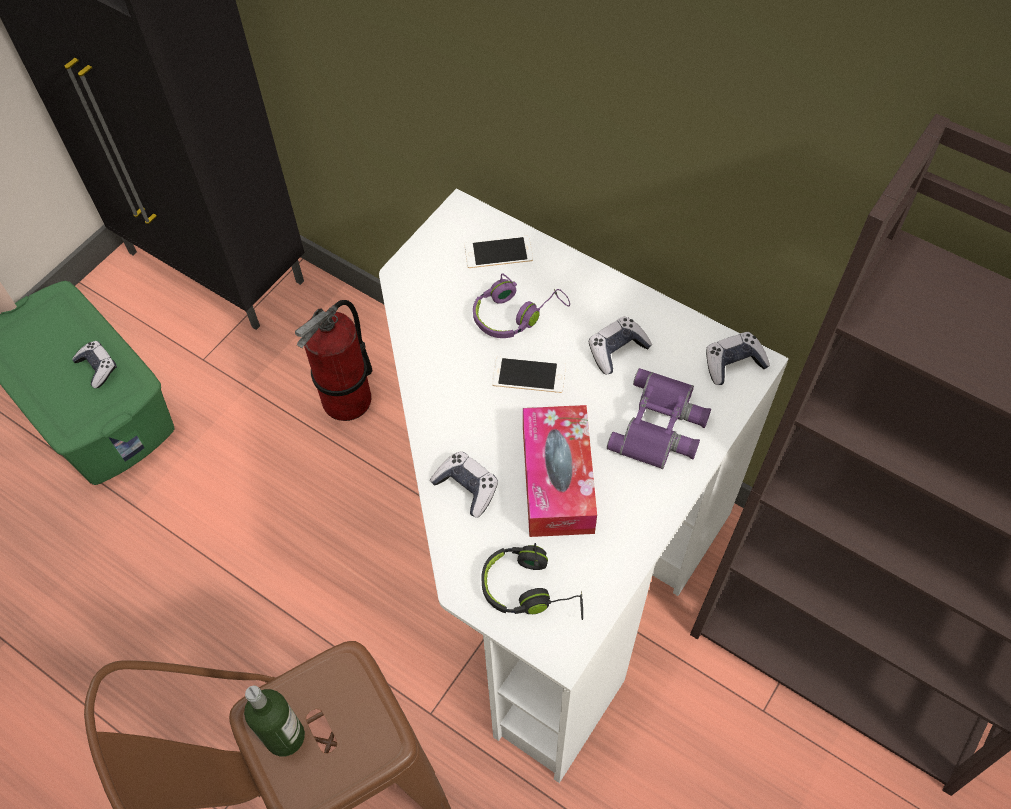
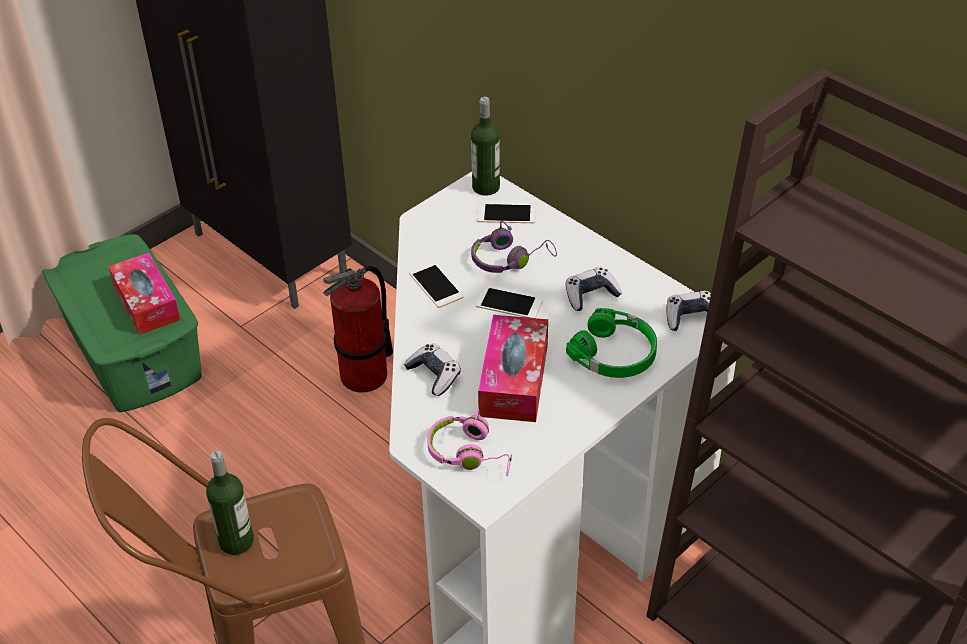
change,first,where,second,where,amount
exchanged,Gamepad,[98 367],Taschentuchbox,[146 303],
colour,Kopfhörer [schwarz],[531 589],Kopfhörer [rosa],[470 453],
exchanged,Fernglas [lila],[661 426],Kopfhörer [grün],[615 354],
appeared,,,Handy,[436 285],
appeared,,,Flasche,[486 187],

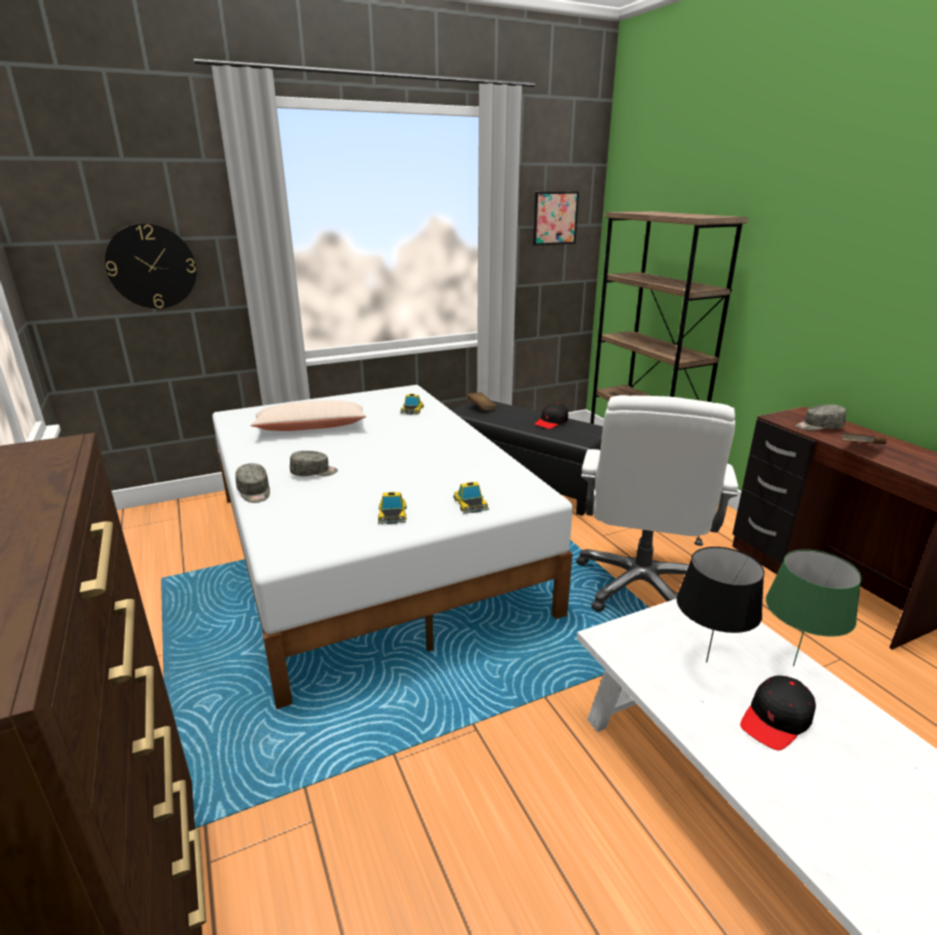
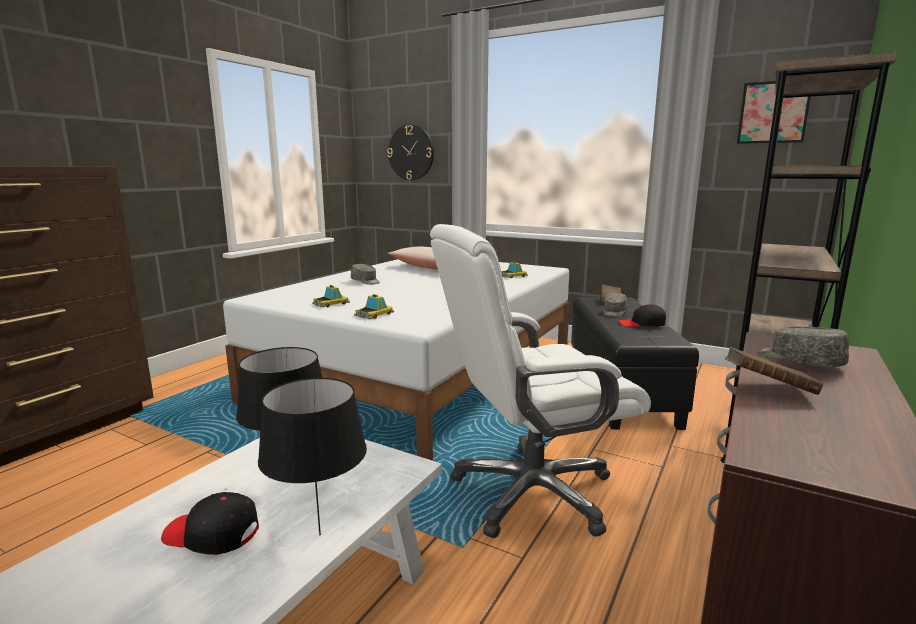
change,first,where,second,where,amount
relocated,Kappe [grau],[254 492],,[614 312],
colour,Tischlampe [grün],[793 665],Tischlampe [schwarz],[321 534],

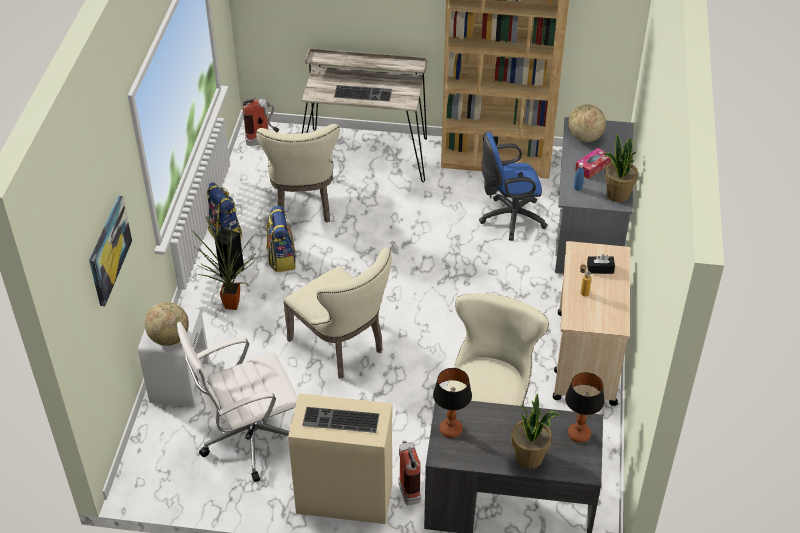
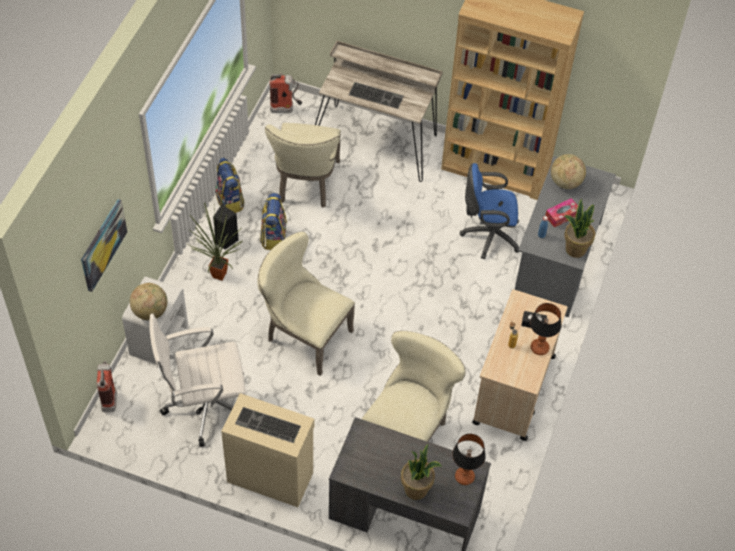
change,first,where,second,where,amount
spun,Stuhl [beige],[342 347],,[304 335],150 degrees clockwise
relocated,Feuerlöscher,[408 488],,[109 397],
relocated,Tischlampe,[450 429],,[539 348],

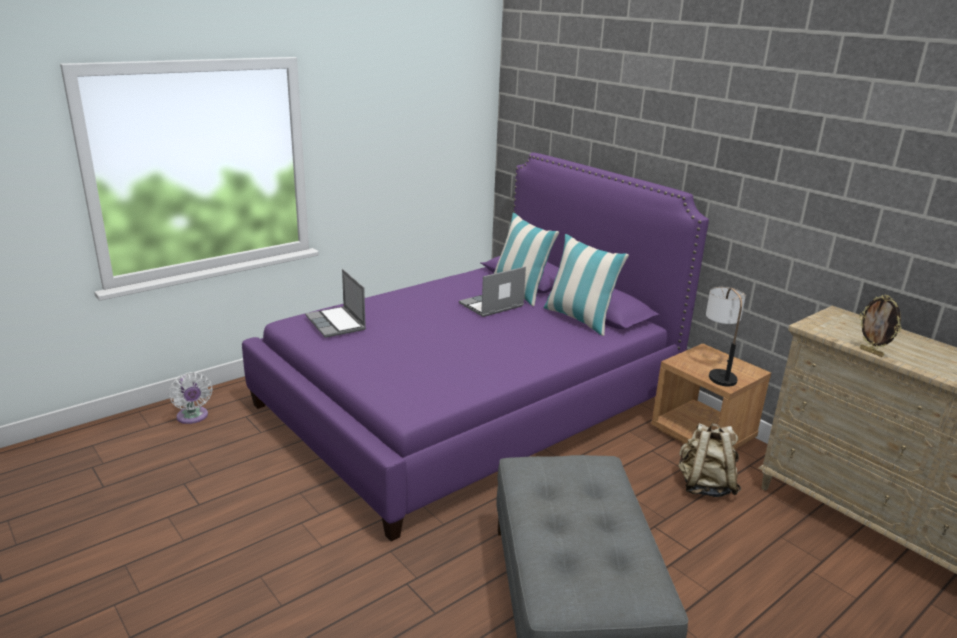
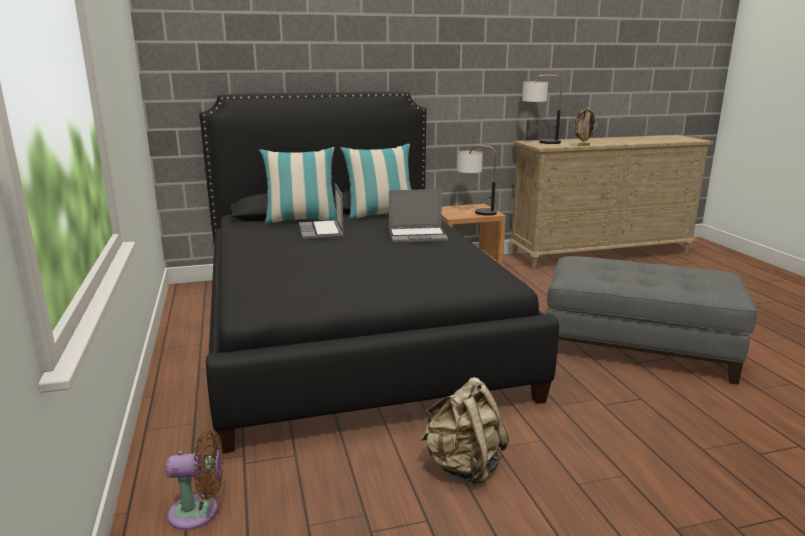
change,first,where,second,where,amount
colour,Ventilator [weiß],[193 417],Ventilator [braun],[199 512],
colour,Bett [lila],[468 403],Bett [schwarz],[349 329],
relocated,Laptop,[336 323],,[418 236],
relocated,Rucksack [beige],[704 486],,[463 467],
appeared,,,Tischlampe,[539 142],

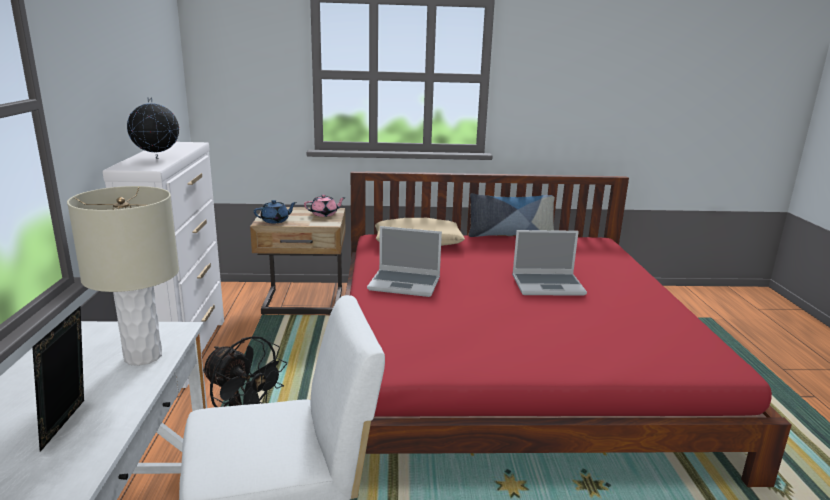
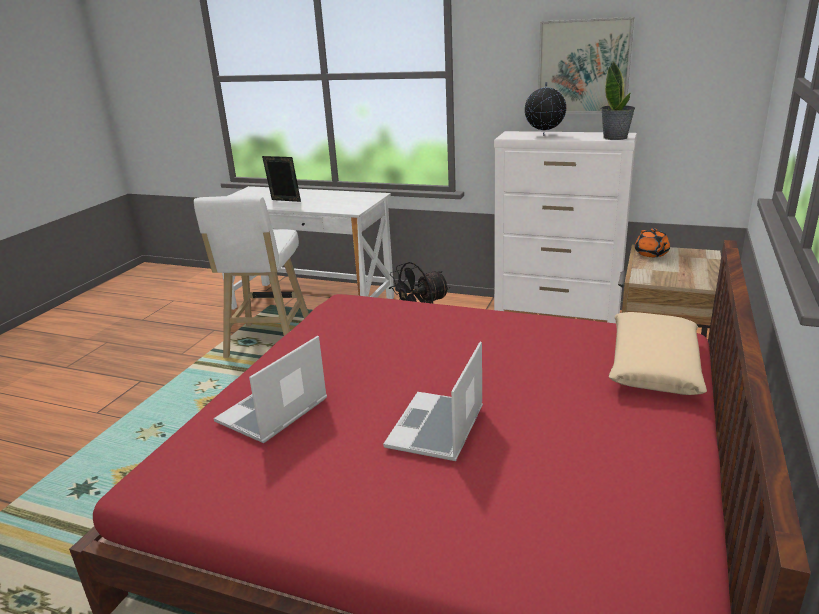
change,first,where,second,where,amount
missing,Tischlampe [beige],[144 356],,,
colour,Teekanne [blau],[275 221],Teekanne [orange],[651 254],
missing,Teekanne [rosa],[324 214],,,
relocated,Laptop,[405 284],,[272 412],
missing,Kissen,[510 235],,,
appeared,,,Bild,[583 67],
appeared,,,Topfpflanze,[615 137],

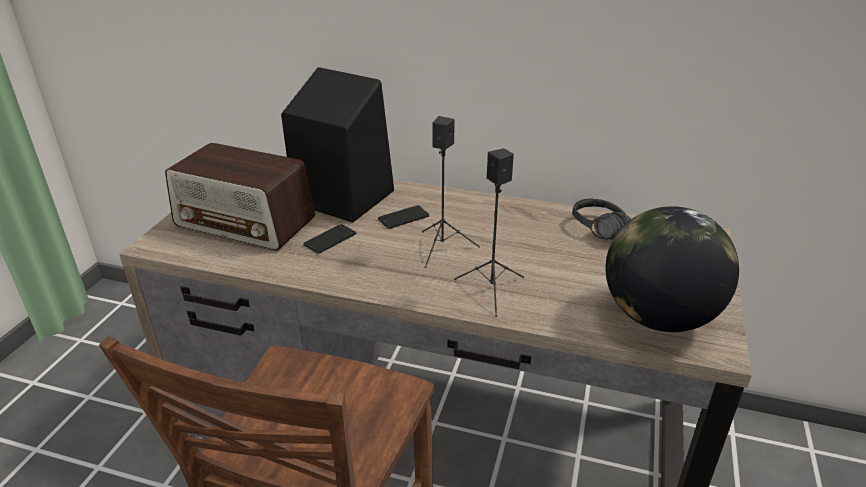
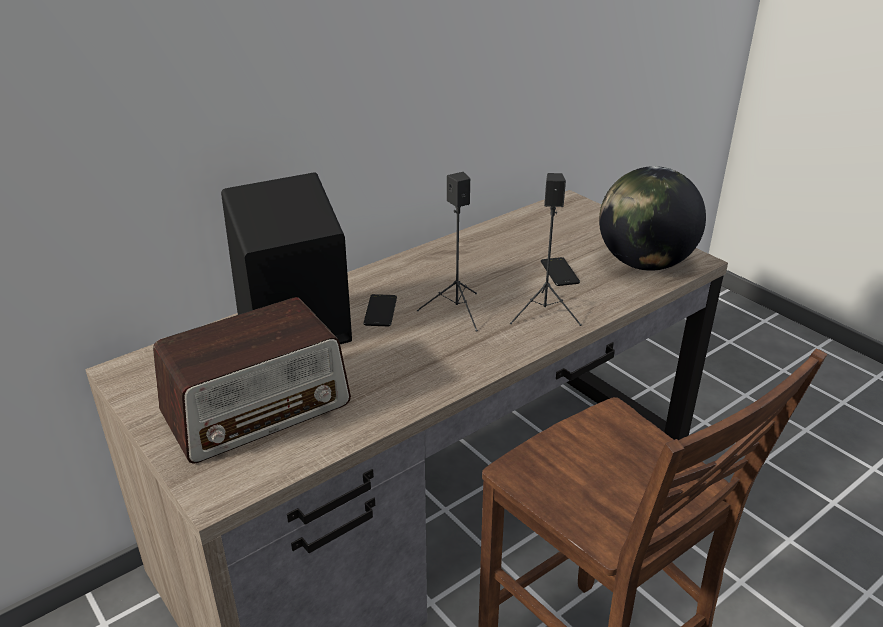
change,first,where,second,where,amount
relocated,Handy,[330 239],,[559 272],
missing,Kopfhörer [schwarz],[593 231],,,

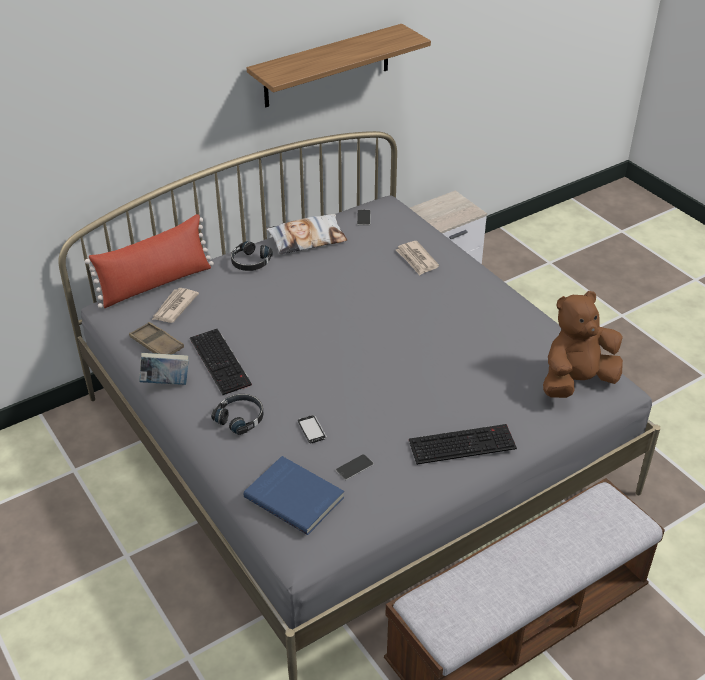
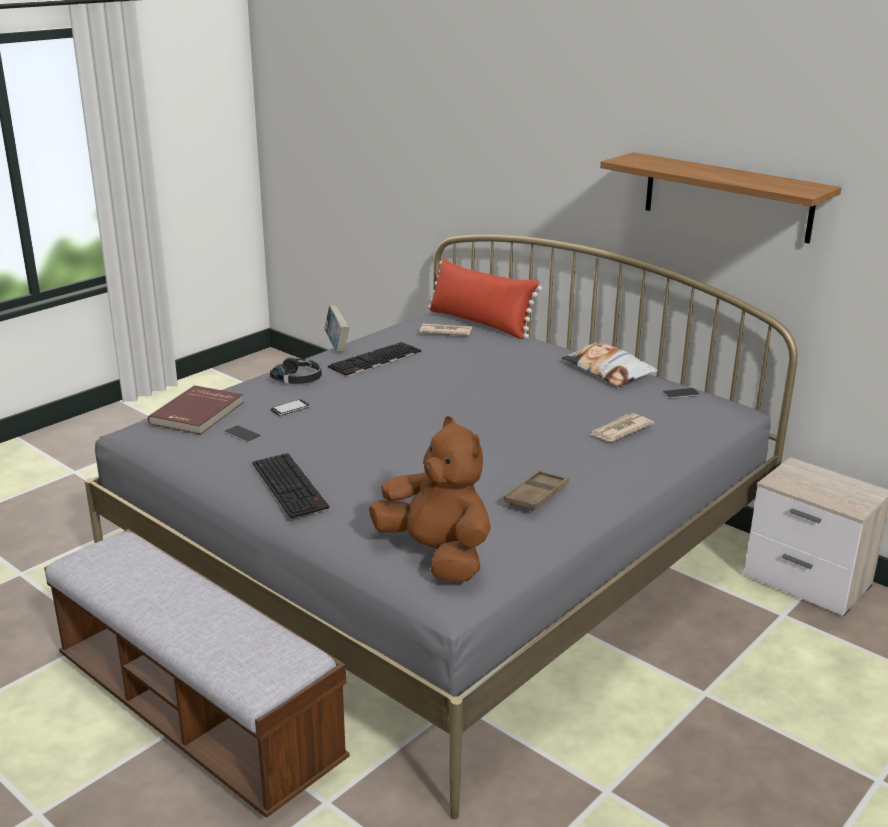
change,first,where,second,where,amount
relocated,Tablett [braun],[156 344],,[536 496],
missing,Kopfhörer [schwarz],[250 262],,,
colour,Buch [blau],[295 496],Buch [rot],[198 413],

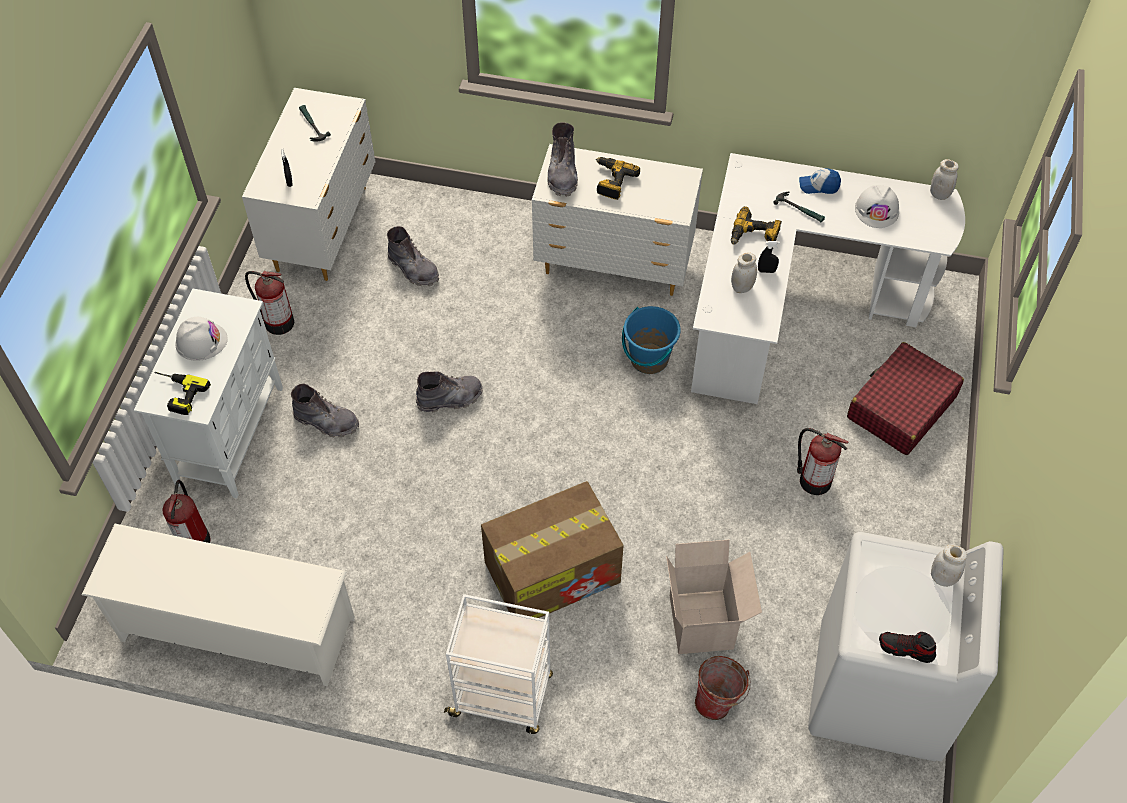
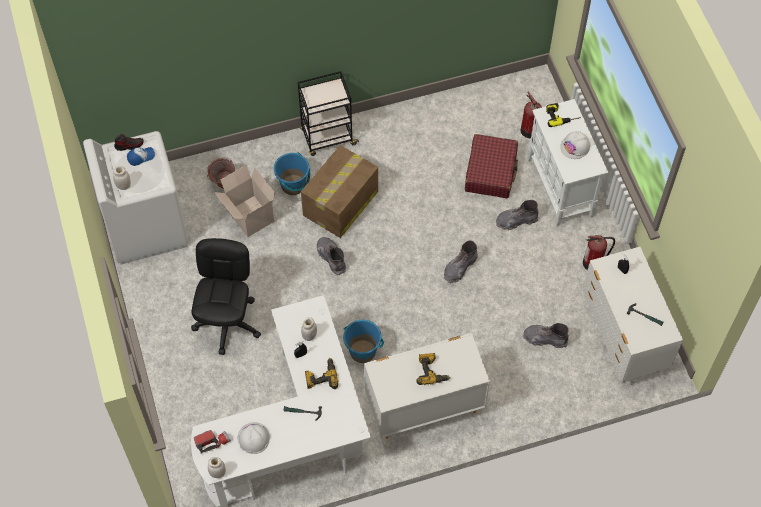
change,first,where,second,where,amount
missing,Schuhregal [weiß],[236 629],,,
colour,Rollwagen [weiß],[502 696],Rollwagen [schwarz],[327 137],
relocated,Stiefel [grau],[562 174],,[331 257],
exchanged,Feuerlöscher,[813 480],Bürostuhl [schwarz],[228 323],
relocated,Kappe,[819 186],,[141 157],
relocated,Koffer [rot],[900 407],,[491 171],
appeared,,,Taschenlampe,[212 442],
appeared,,,Eimer [blau],[293 185],

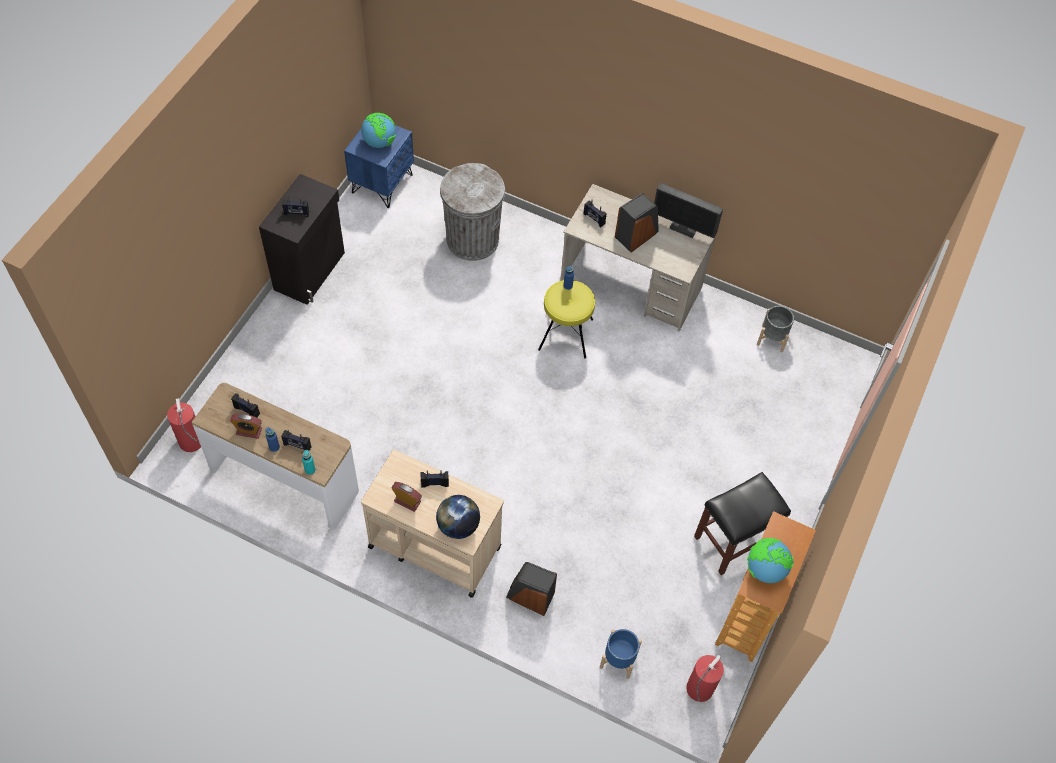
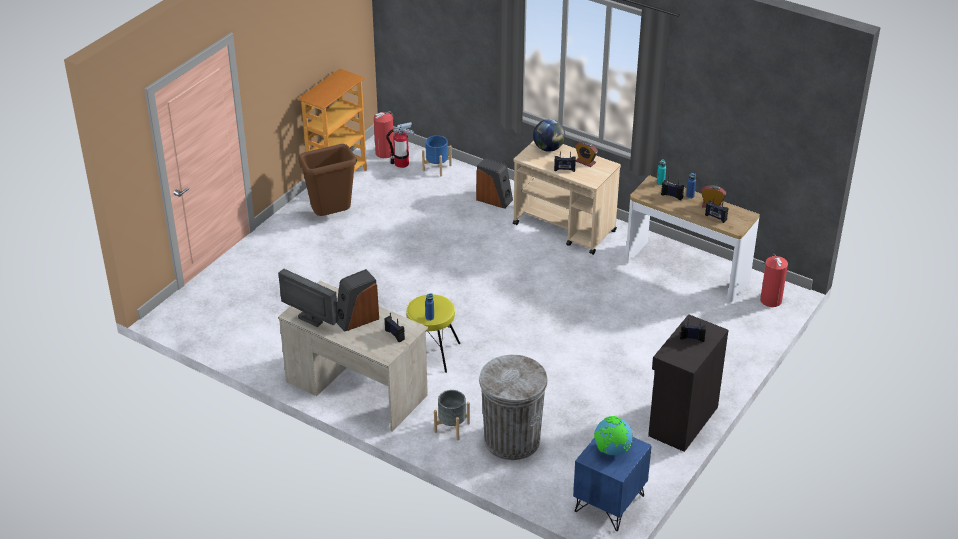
change,first,where,second,where,amount
exchanged,Hocker [schwarz],[732 542],Mülleimer [braun],[331 216],
missing,Globus,[765 569],,,
relocated,Pflanzkübel [grau],[772 338],,[452 427],
appeared,,,Feuerlöscher,[401 163],

